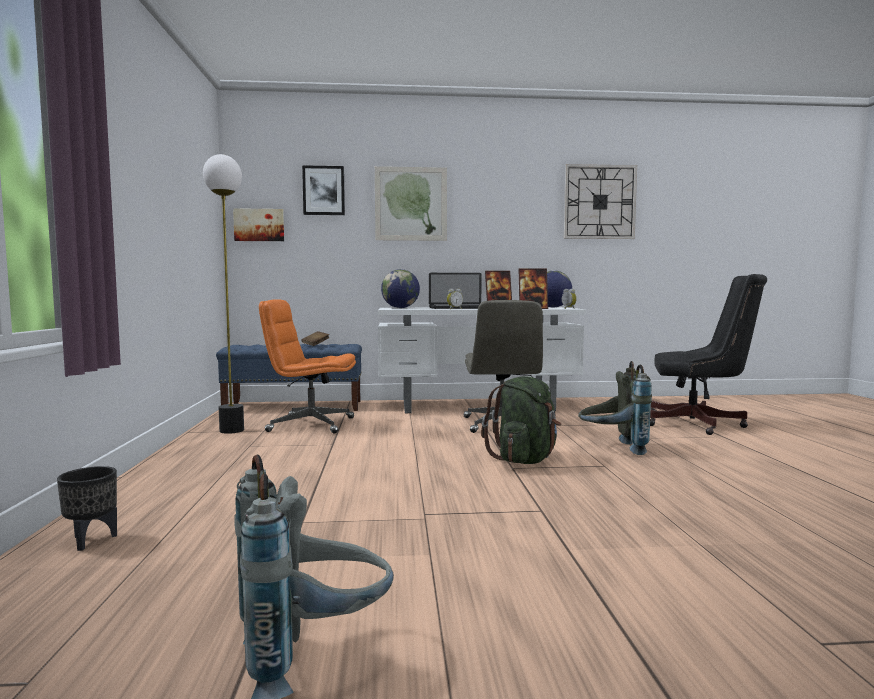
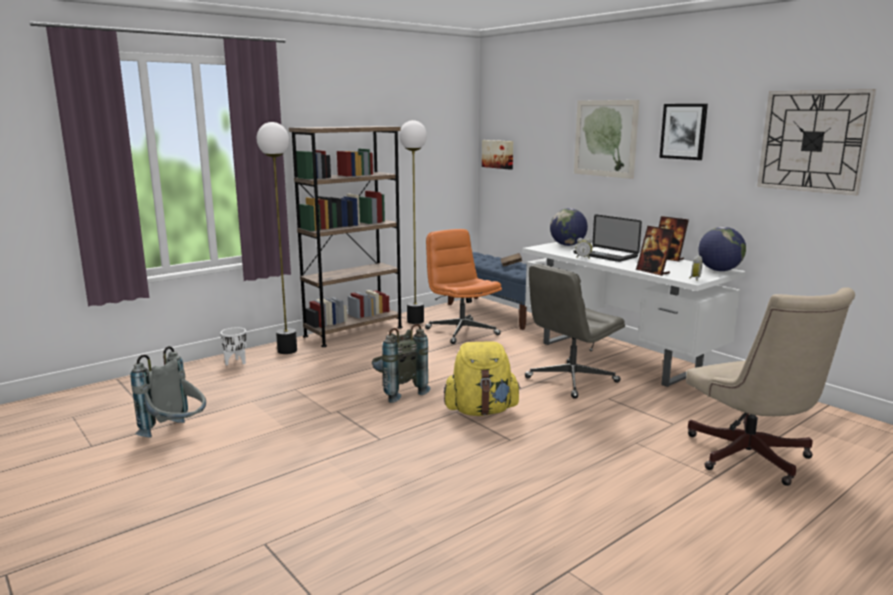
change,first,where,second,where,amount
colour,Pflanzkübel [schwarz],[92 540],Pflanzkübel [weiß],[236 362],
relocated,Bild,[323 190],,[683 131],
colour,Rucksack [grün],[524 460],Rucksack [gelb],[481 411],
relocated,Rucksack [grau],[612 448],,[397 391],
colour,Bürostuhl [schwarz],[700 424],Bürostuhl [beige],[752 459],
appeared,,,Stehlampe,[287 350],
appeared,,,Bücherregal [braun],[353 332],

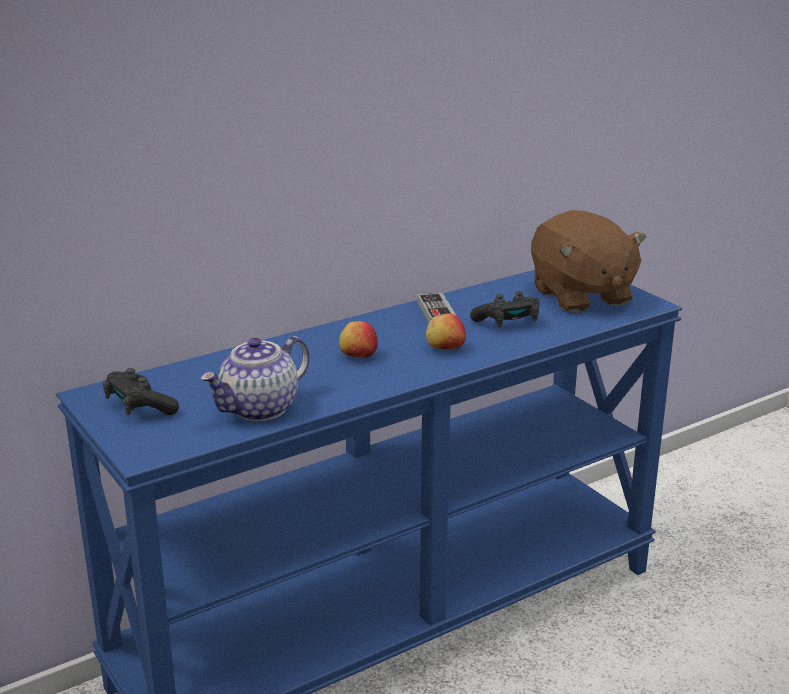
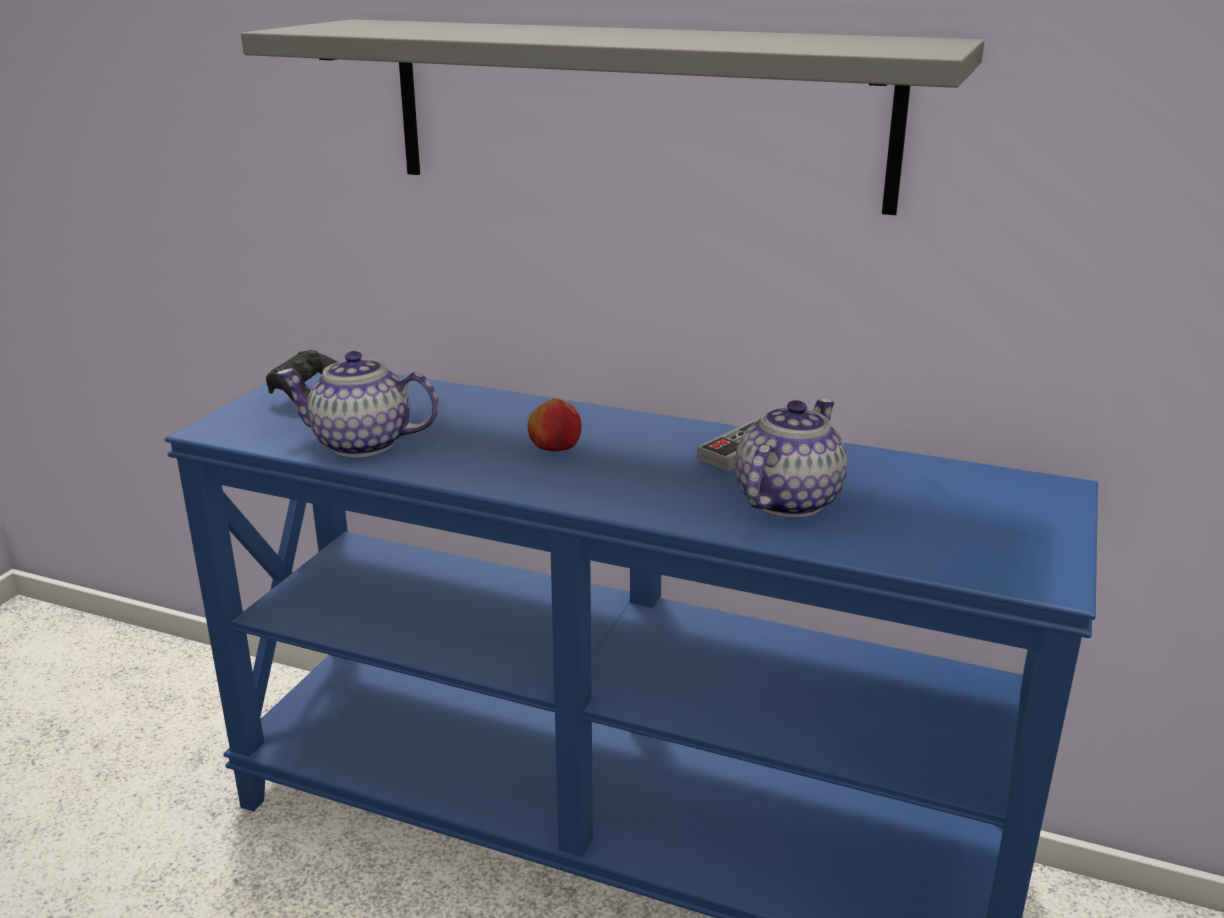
change,first,where,second,where,amount
missing,Apfel,[445 348],,,
exchanged,Gamepad [schwarz],[508 323],Teekanne,[786 500],
missing,Plüschtier [braun],[580 296],,,
appeared,,,Wandregal [grau],[635 112],

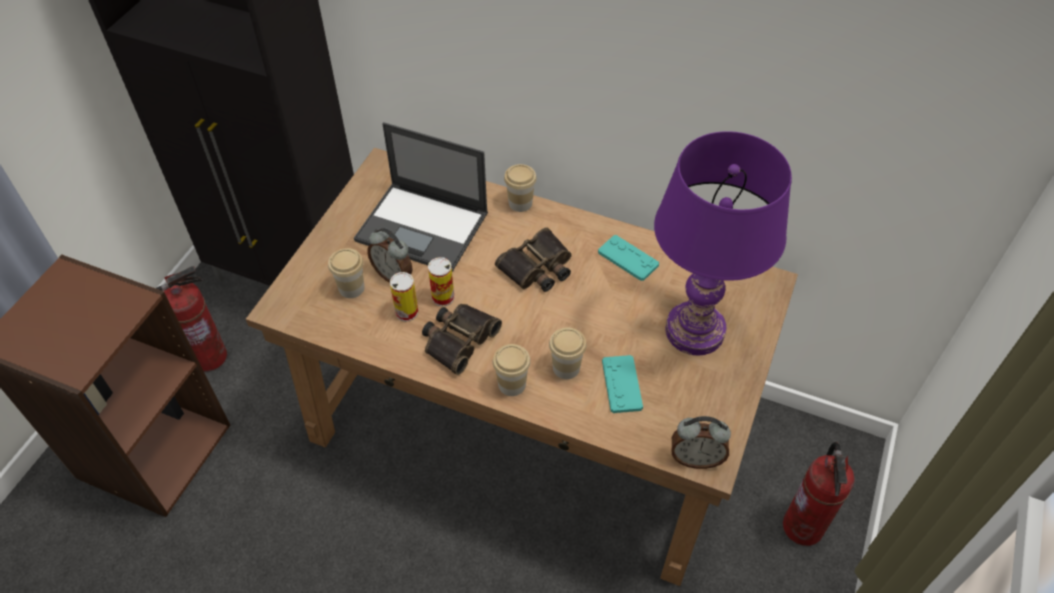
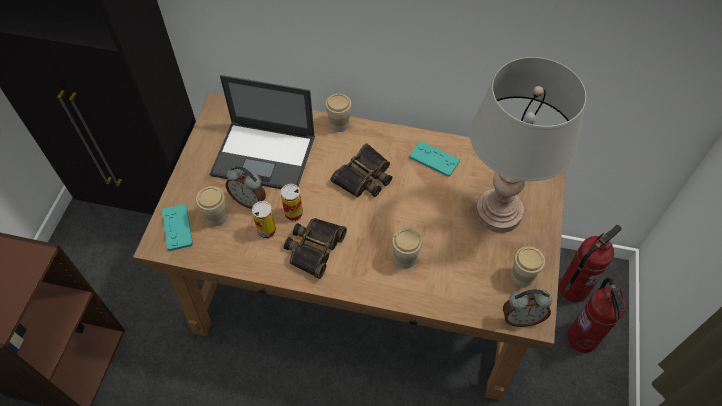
change,first,where,second,where,amount
relocated,Feuerlöscher,[209 356],,[573 288],
relocated,Tasse,[512 384],,[522 276],
relocated,Gamepad [türkis],[621 384],,[177 228],
colour,Tischlampe [lila],[695 331],Tischlampe [grau],[498 213],

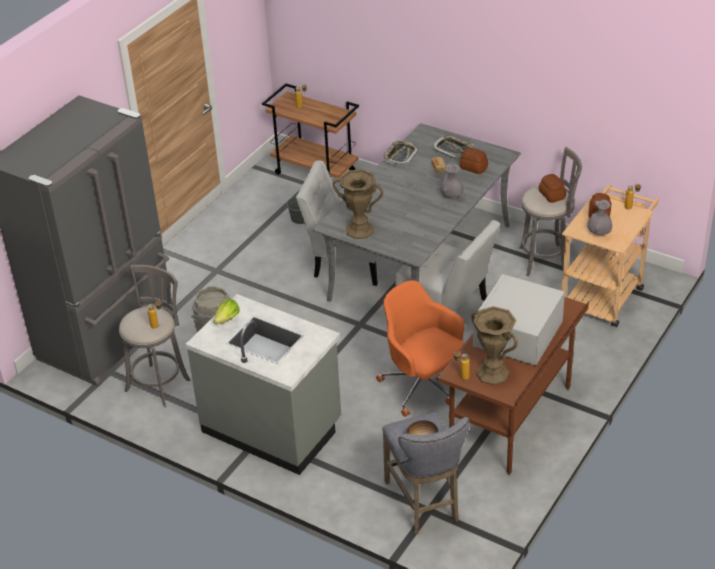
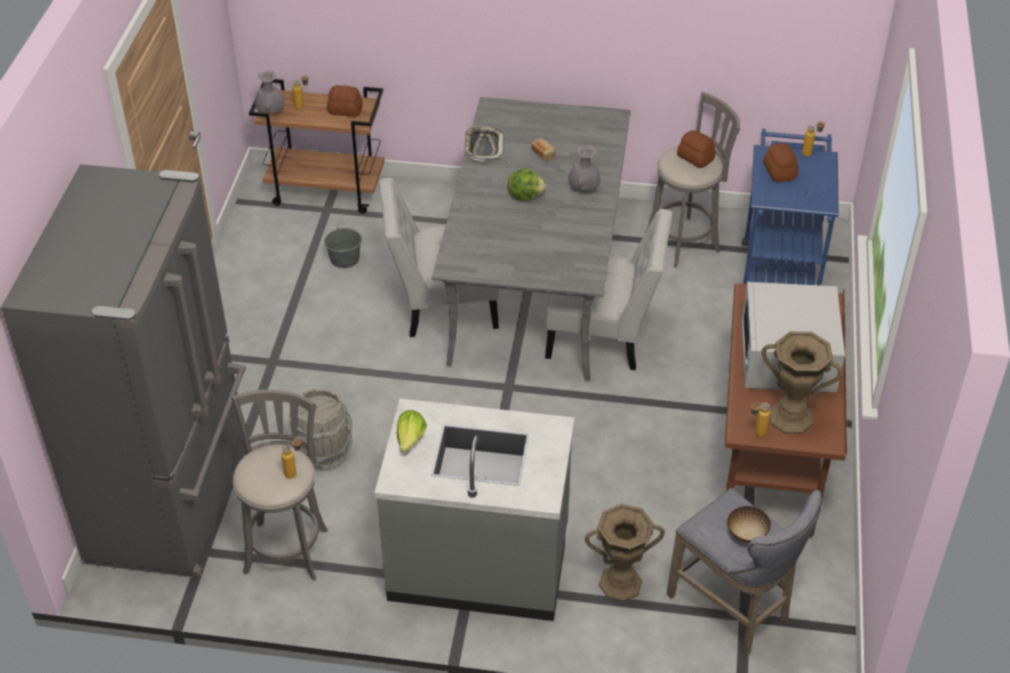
change,first,where,second,where,amount
relocated,Vase [braun],[360 230],,[620 583],
missing,Bürostuhl [orange],[423 386],,,
missing,Tablett,[453 149],,,
relocated,Brot,[473 167],,[345 110],
colour,Rollwagen [beige],[604 293],Rollwagen [blau],[779 267],
relocated,Vase [grau],[599 233],,[271 113],
appeared,,,Salatkopf,[525 195],

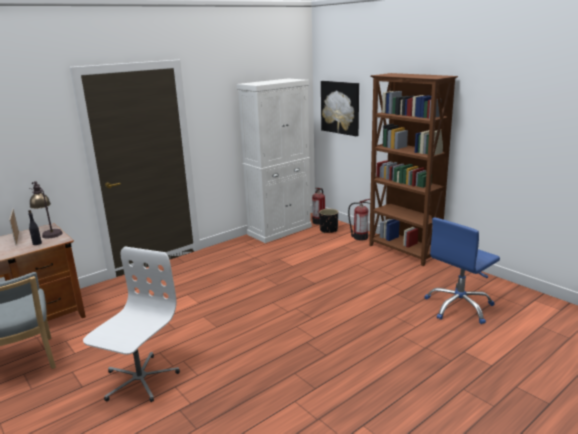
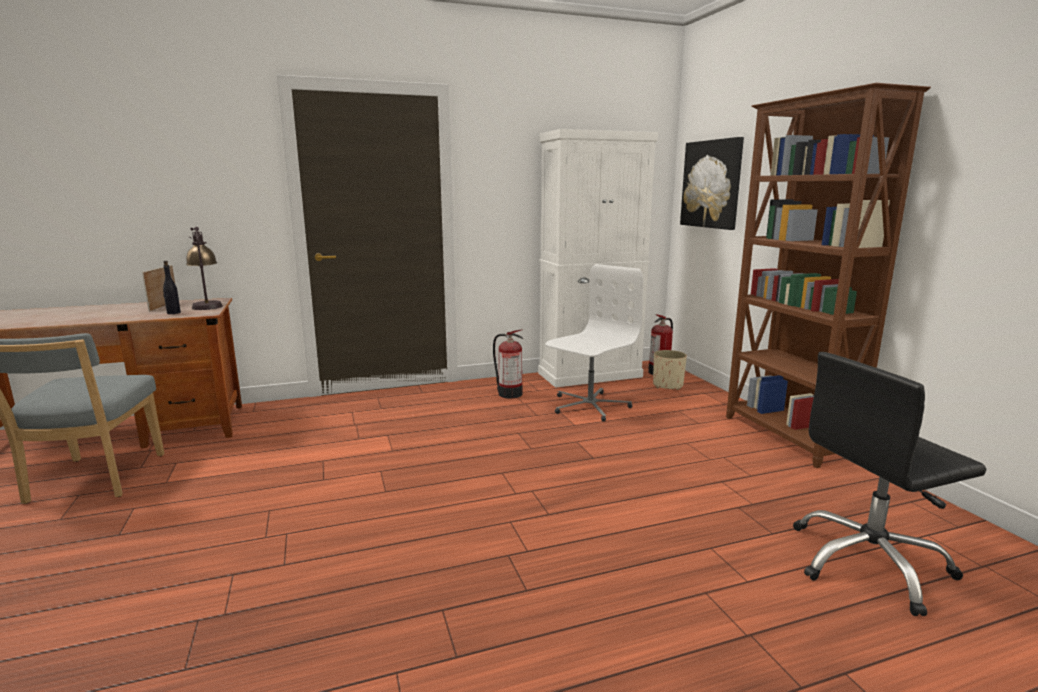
change,first,where,second,where,amount
relocated,Bürostuhl [weiß],[139 380],,[589 406],
colour,Pflanzkübel [schwarz],[328 230],Pflanzkübel [beige],[668 385],
relocated,Feuerlöscher,[359 237],,[509 393],
colour,Bürostuhl [blau],[459 307],Bürostuhl [schwarz],[869 563],

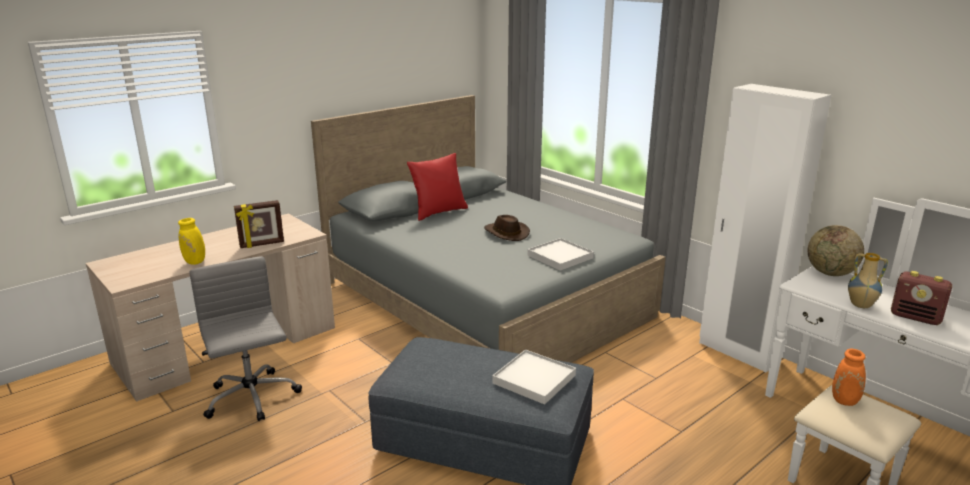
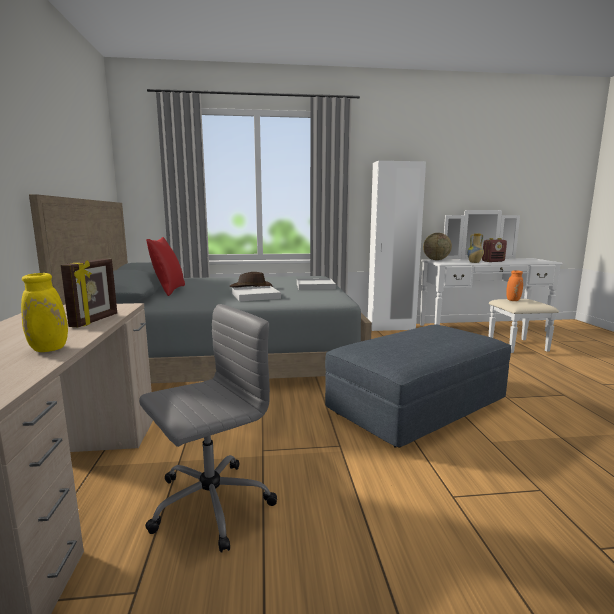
change,first,where,second,where,amount
spun,Bürostuhl [grau],[252 398],,[208 504],135 degrees clockwise
relocated,Tablett [weiß],[534 379],,[255 296],

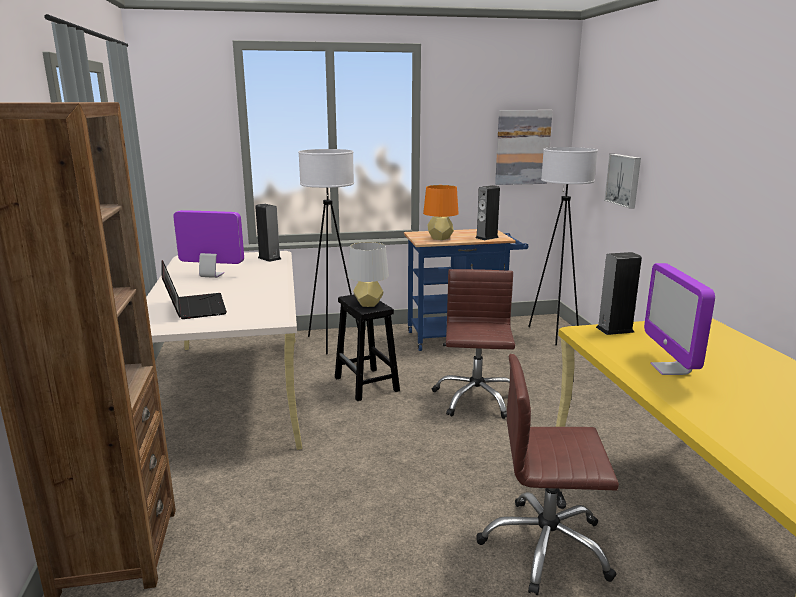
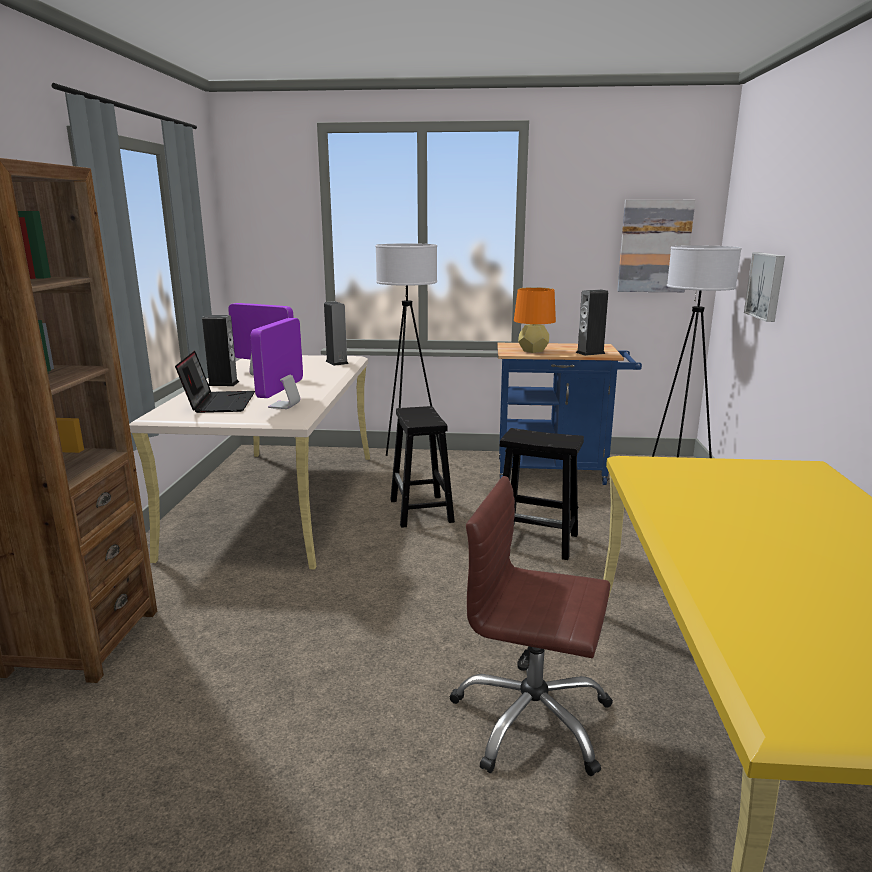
change,first,where,second,where,amount
missing,Tischlampe [grau],[368 304],,,
exchanged,Bürostuhl [braun],[475 398],Hocker [schwarz],[538 541],
relocated,Lautsprecher,[614 329],,[223 383],
relocated,Monitor,[670 369],,[284 406],

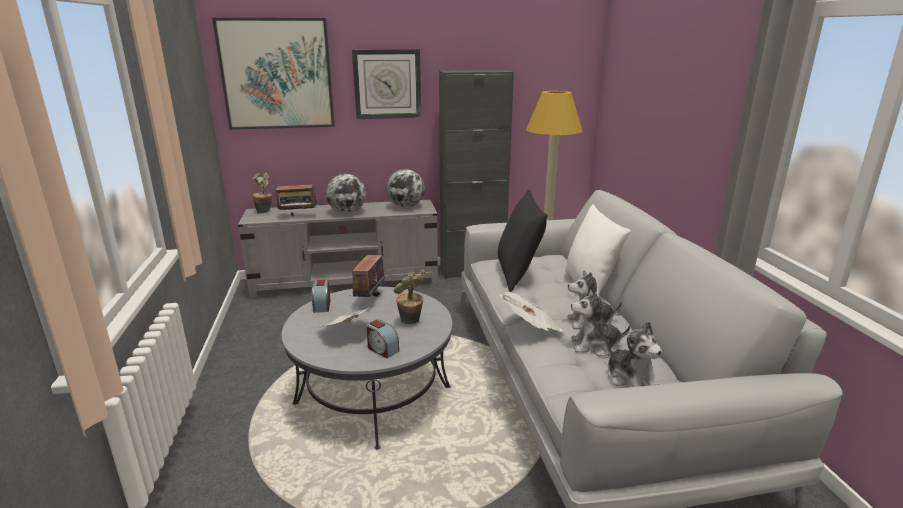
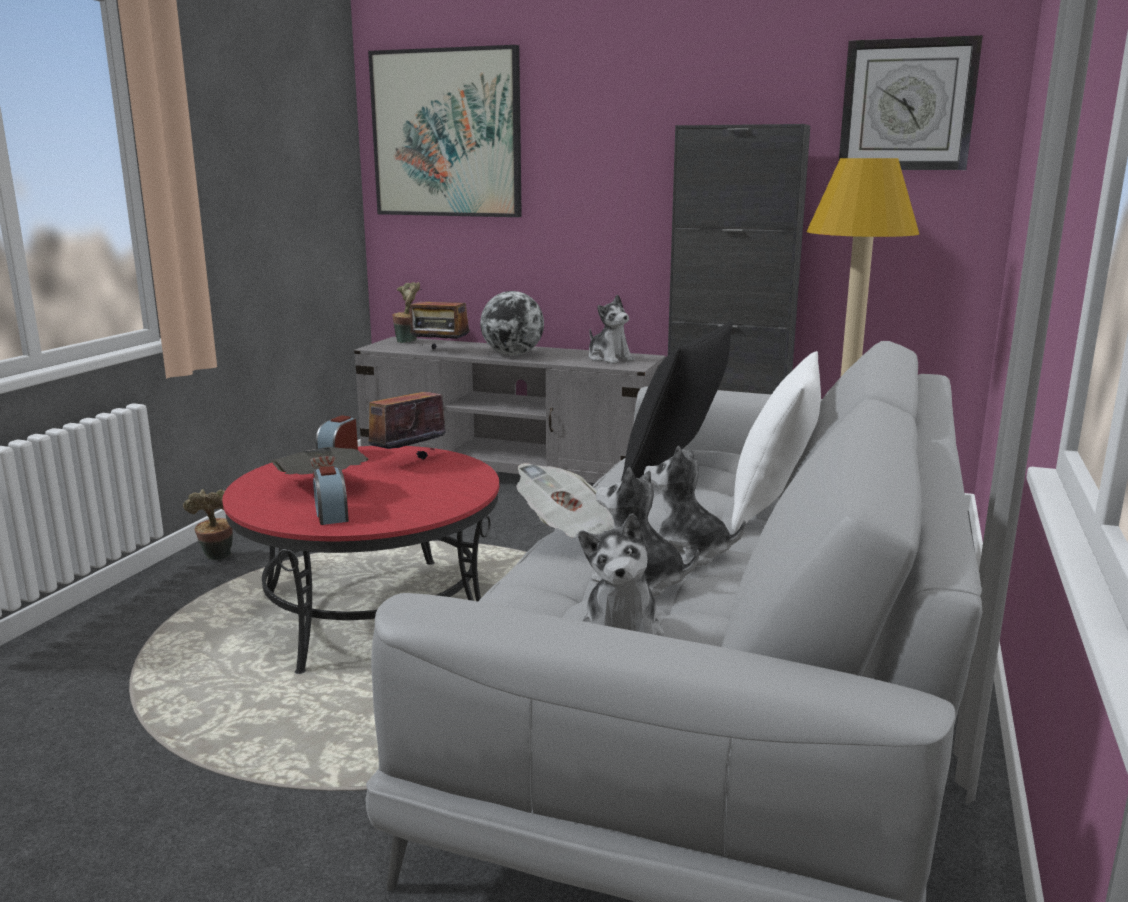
change,first,where,second,where,amount
colour,Couchtisch [grau],[373 396],Couchtisch [rot],[373 613],
relocated,Wanduhr,[387 84],,[907 105],
exchanged,Globus,[406 206],Plüschtier,[609 359],
relocated,Topfpflanze,[411 322],,[216 558],

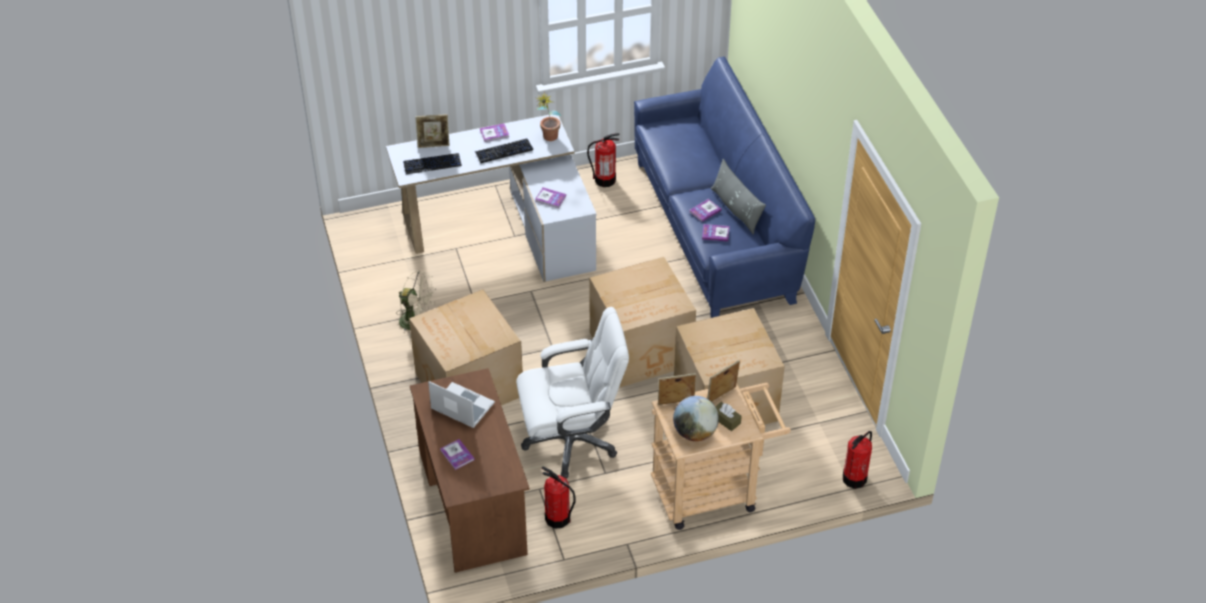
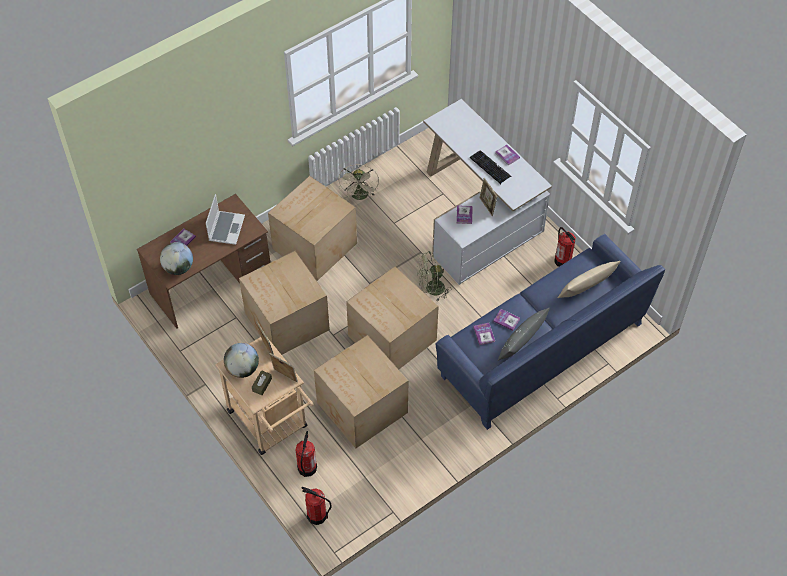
change,first,where,second,where,amount
missing,Tastatur,[432 164],,,
relocated,Bilderrahmen,[433 145],,[487 206],
exchanged,Bürostuhl [weiß],[572 440],Karton,[286 322],
missing,Topfpflanze,[548 139],,,
relocated,Feuerlöscher,[557 518],,[307 468],
appeared,,,Globus,[178 268],
appeared,,,Ventilator [grün],[431 289],
appeared,,,Kissen [beige],[586 287],

